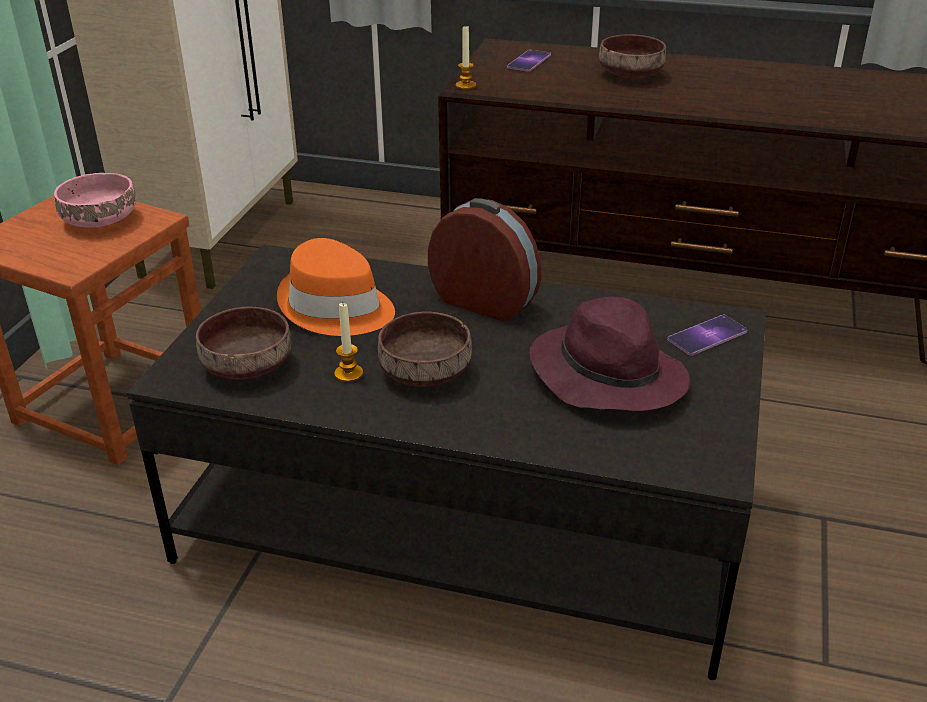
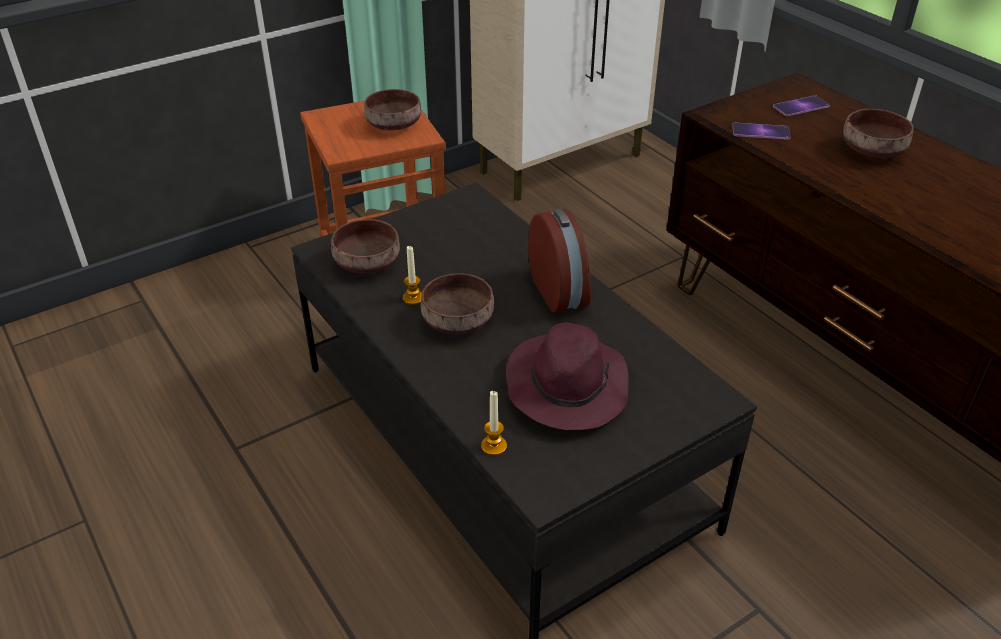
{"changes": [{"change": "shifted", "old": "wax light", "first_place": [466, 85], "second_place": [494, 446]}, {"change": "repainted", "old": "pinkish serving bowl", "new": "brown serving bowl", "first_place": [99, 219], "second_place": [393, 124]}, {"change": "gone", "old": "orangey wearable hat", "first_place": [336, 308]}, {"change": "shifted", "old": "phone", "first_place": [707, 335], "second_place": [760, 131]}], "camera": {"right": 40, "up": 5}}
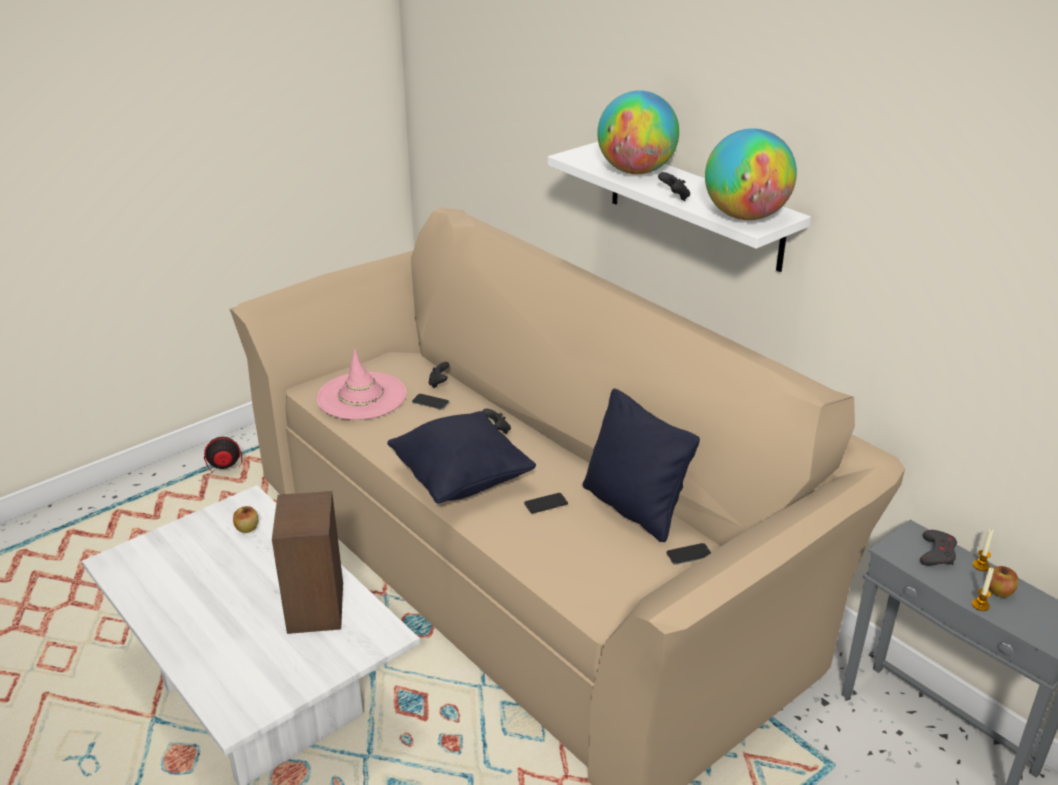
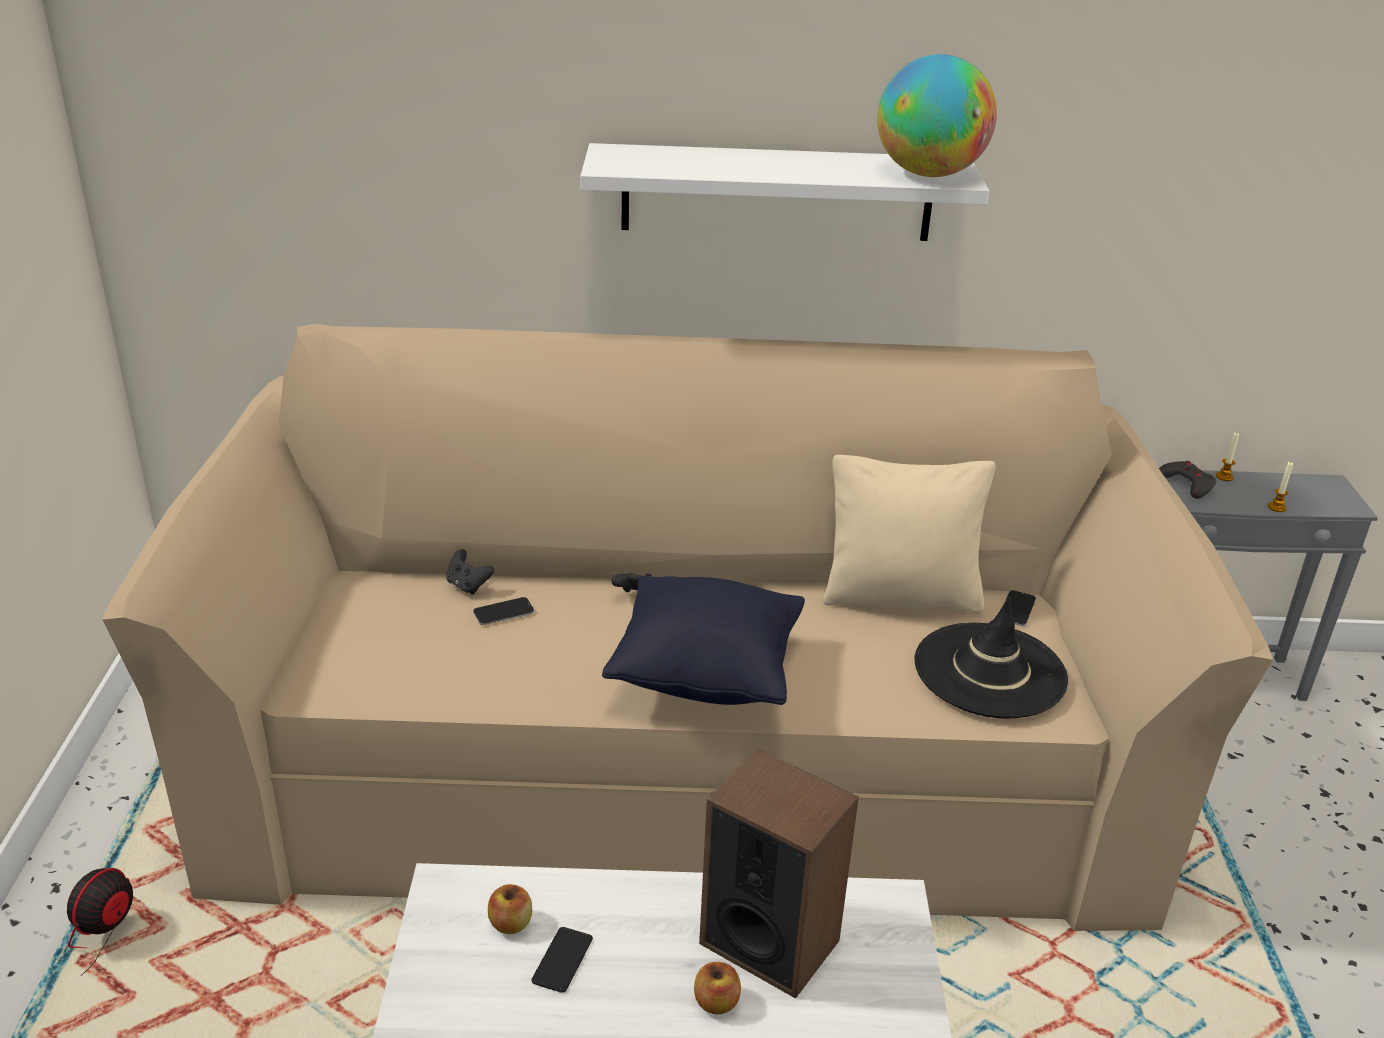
{"changes": [{"change": "gone", "old": "globe", "first_place": [635, 171]}, {"change": "gone", "old": "black-coloured joypad", "first_place": [674, 197]}, {"change": "gone", "old": "pinkish wearable hat", "first_place": [361, 396]}, {"change": "repainted", "old": "black-coloured throw pillow", "new": "beige-coloured throw pillow", "first_place": [634, 508], "second_place": [900, 596]}, {"change": "shifted", "old": "phone", "first_place": [546, 504], "second_place": [562, 960]}, {"change": "shifted", "old": "apple", "first_place": [999, 591], "second_place": [716, 1002]}, {"change": "new", "new": "black-coloured wearable hat", "second_place": [989, 671]}], "camera": {"right": -50, "up": 0}}
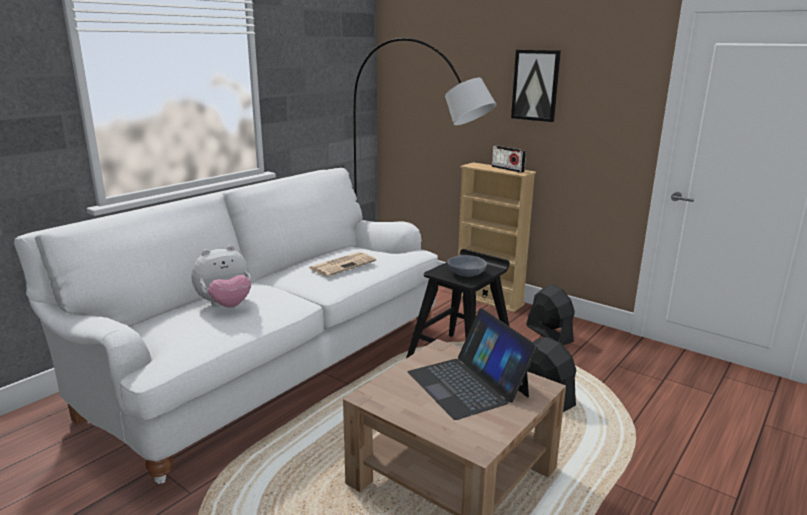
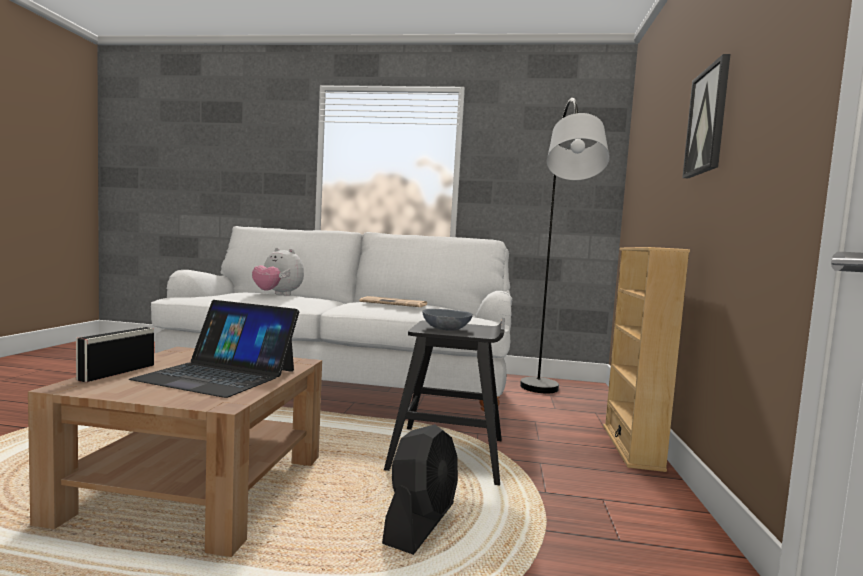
{"changes": [{"change": "shifted", "old": "radio receiver", "first_place": [507, 169], "second_place": [117, 372]}, {"change": "gone", "old": "black-coloured electric fan", "first_place": [549, 334]}, {"change": "rotated", "old": "portable computer", "first_place": [468, 384], "second_place": [218, 375], "degrees": -105}], "camera": {"right": 60, "up": -15}}
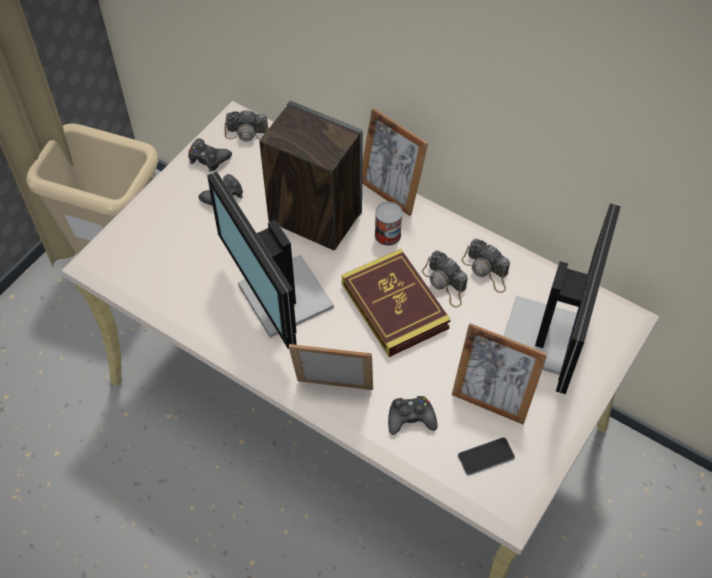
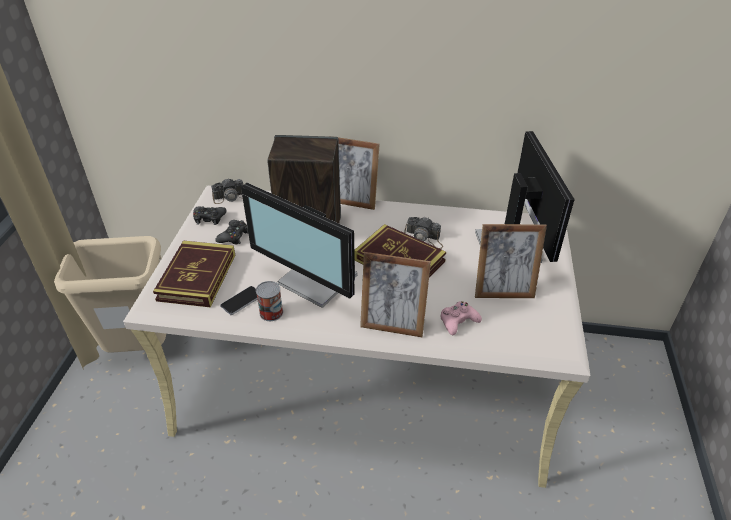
{"changes": [{"change": "shifted", "old": "sealed can", "first_place": [387, 235], "second_place": [271, 312]}, {"change": "gone", "old": "still camera", "first_place": [486, 270]}, {"change": "rotated", "old": "standing frame", "first_place": [333, 393], "second_place": [392, 325], "degrees": -150}, {"change": "repainted", "old": "black-coloured joypad", "new": "pinkish joypad", "first_place": [411, 418], "second_place": [458, 321]}, {"change": "shifted", "old": "phone", "first_place": [486, 456], "second_place": [241, 301]}, {"change": "new", "new": "book", "second_place": [197, 277]}], "camera": {"right": -25, "up": -15}}
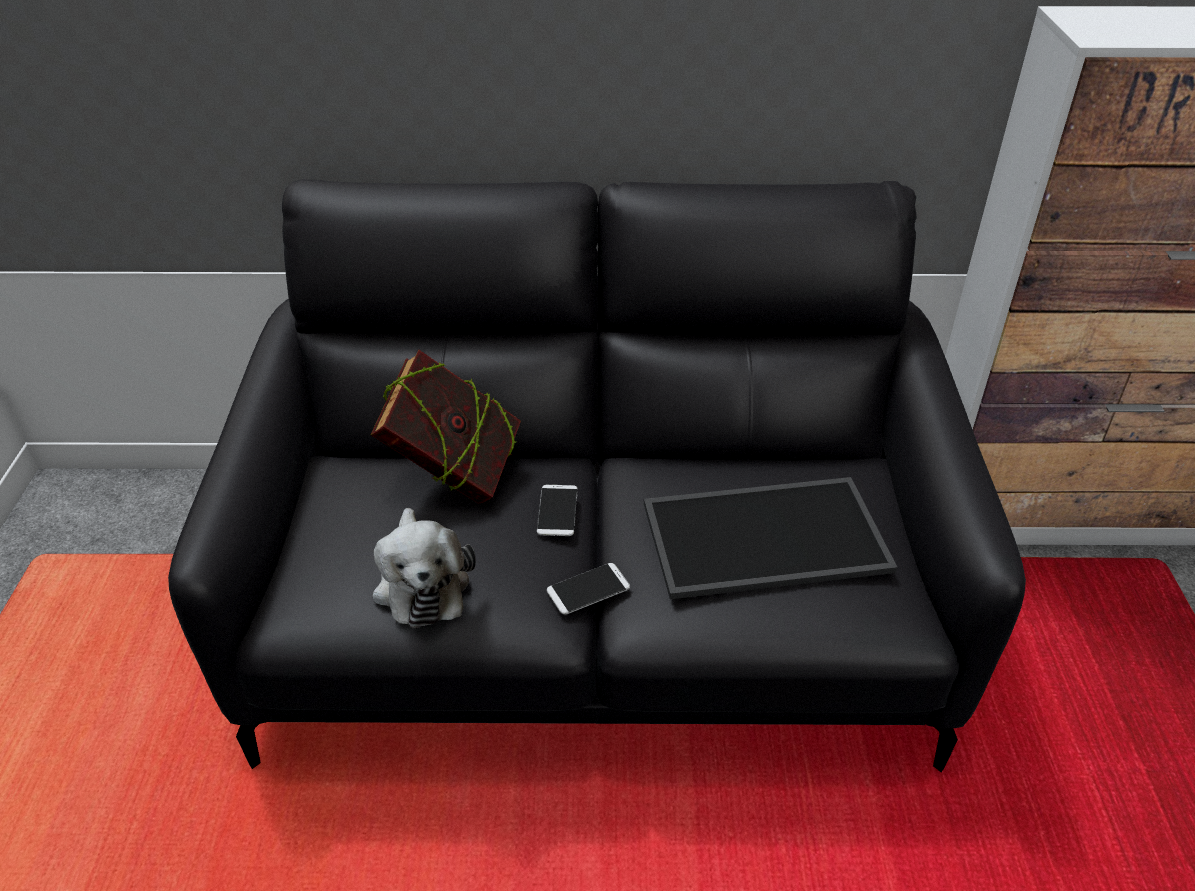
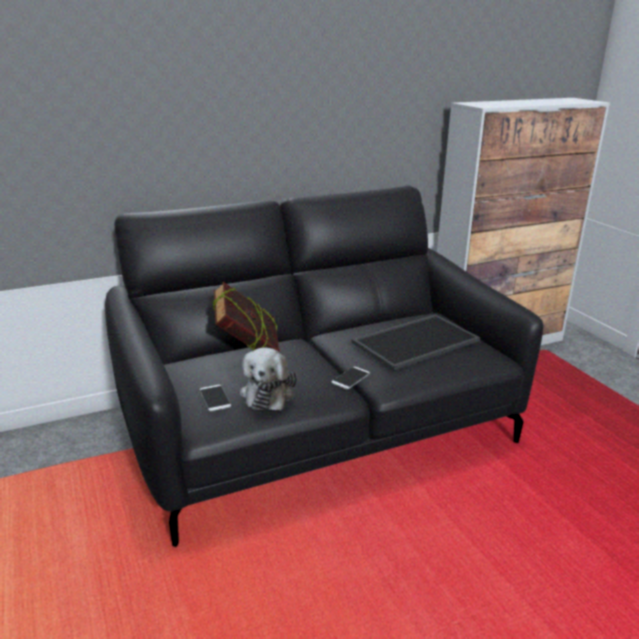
{"changes": [{"change": "shifted", "old": "phone", "first_place": [557, 511], "second_place": [215, 398]}, {"change": "rotated", "old": "soft toy", "first_place": [421, 583], "second_place": [268, 393], "degrees": 45}], "camera": {"right": -25, "up": -15}}
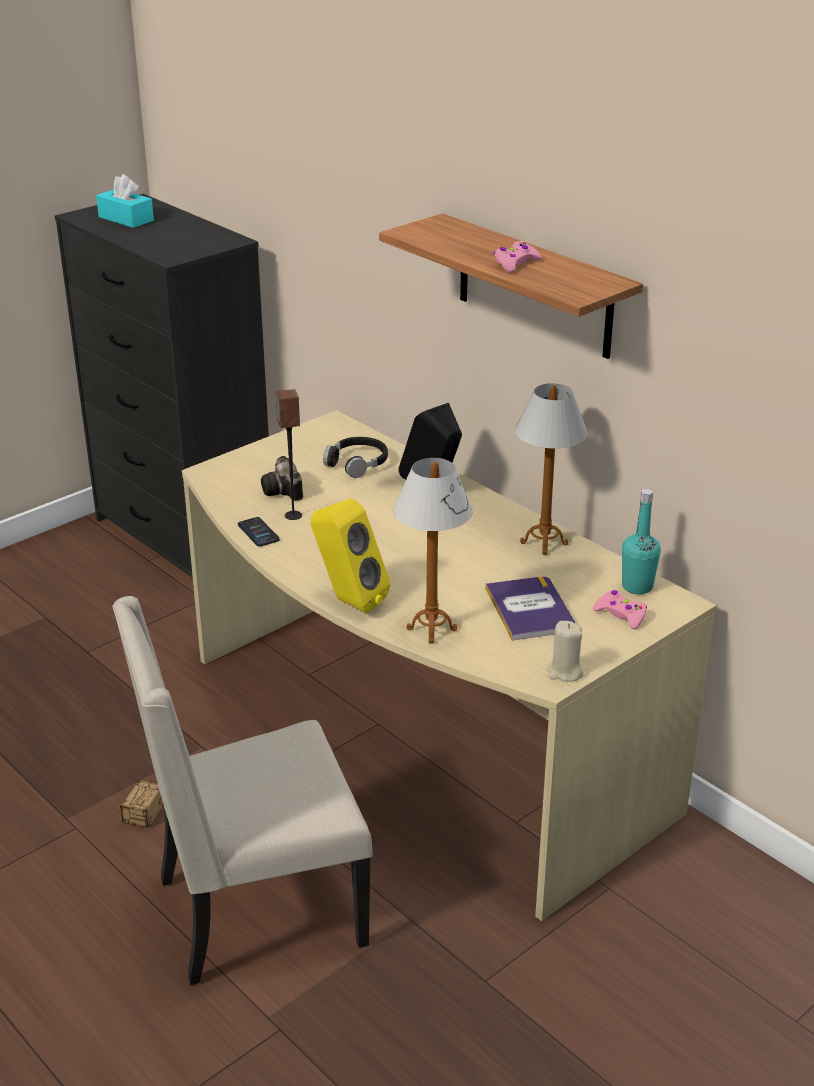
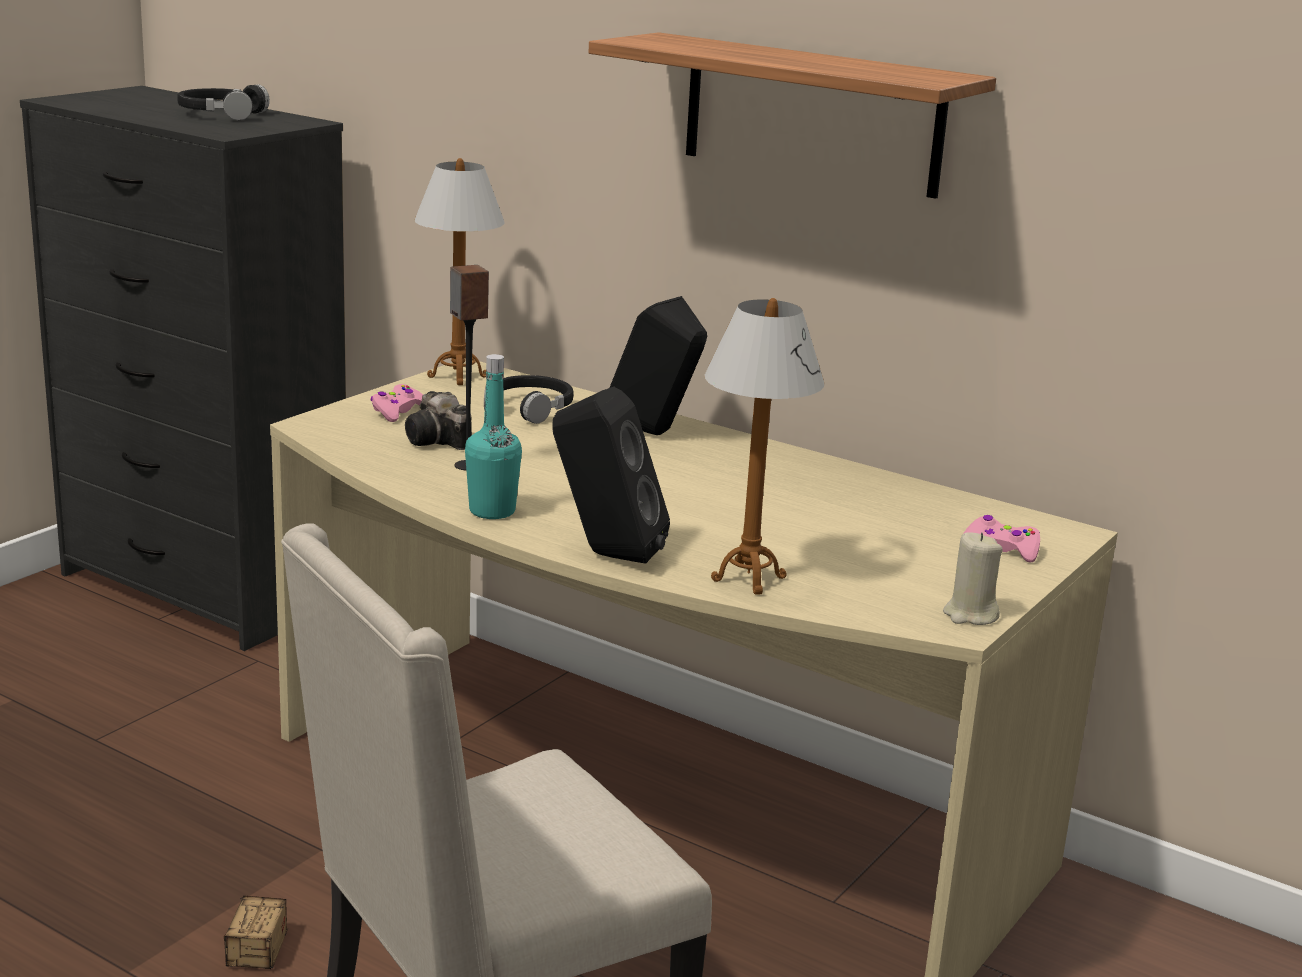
{"changes": [{"change": "gone", "old": "turquoise-coloured box of tissues", "first_place": [126, 219]}, {"change": "shifted", "old": "pinkish joypad", "first_place": [515, 263], "second_place": [398, 411]}, {"change": "shifted", "old": "lamp for a table", "first_place": [543, 543], "second_place": [457, 377]}, {"change": "shifted", "old": "turquoise-coloured beverage bottle", "first_place": [637, 586], "second_place": [492, 511]}, {"change": "repainted", "old": "yellow-coloured loudspeaker", "new": "black-coloured loudspeaker", "first_place": [348, 601], "second_place": [605, 555]}, {"change": "gone", "old": "phone", "first_place": [258, 533]}, {"change": "gone", "old": "book", "first_place": [530, 609]}, {"change": "new", "new": "black-coloured headphones", "second_place": [221, 114]}], "camera": {"right": -15, "up": -10}}
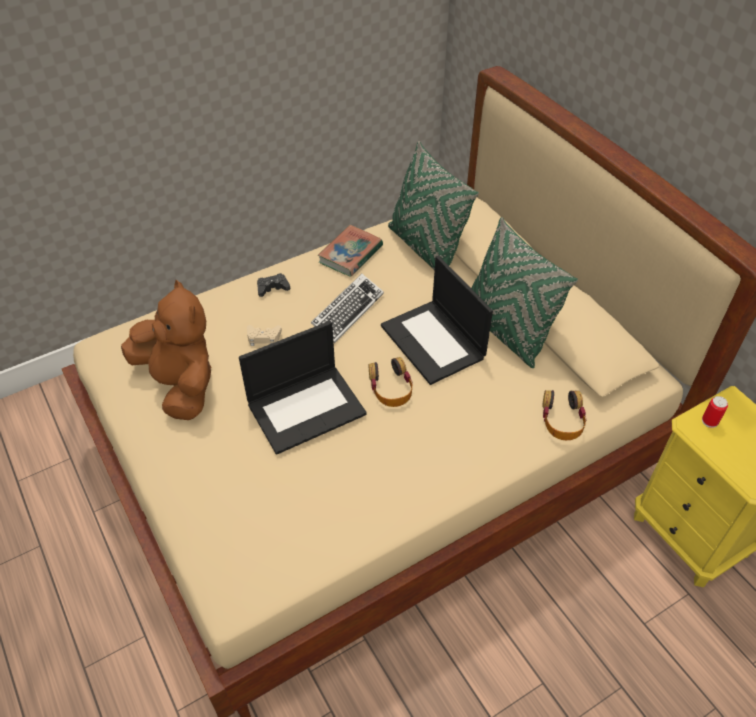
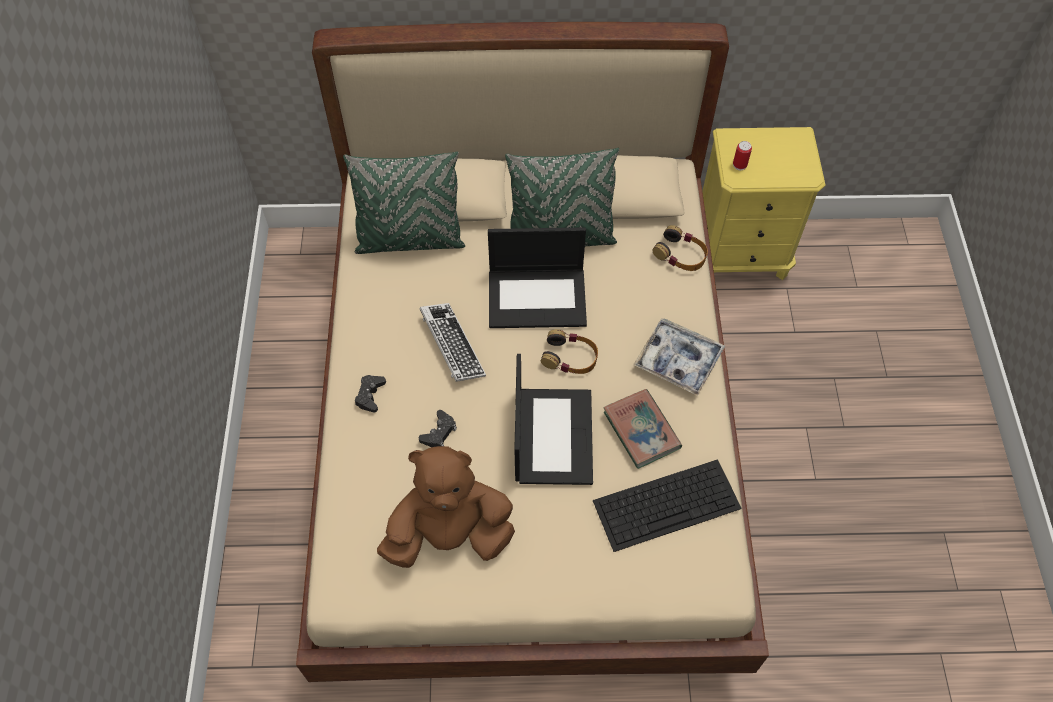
{"changes": [{"change": "shifted", "old": "book", "first_place": [350, 254], "second_place": [641, 430]}, {"change": "repainted", "old": "beige-coloured joypad", "new": "black-coloured joypad", "first_place": [263, 338], "second_place": [439, 433]}, {"change": "new", "new": "carrying tray", "second_place": [678, 361]}, {"change": "new", "new": "PC keyboard", "second_place": [667, 503]}], "camera": {"right": -60, "up": 10}}
